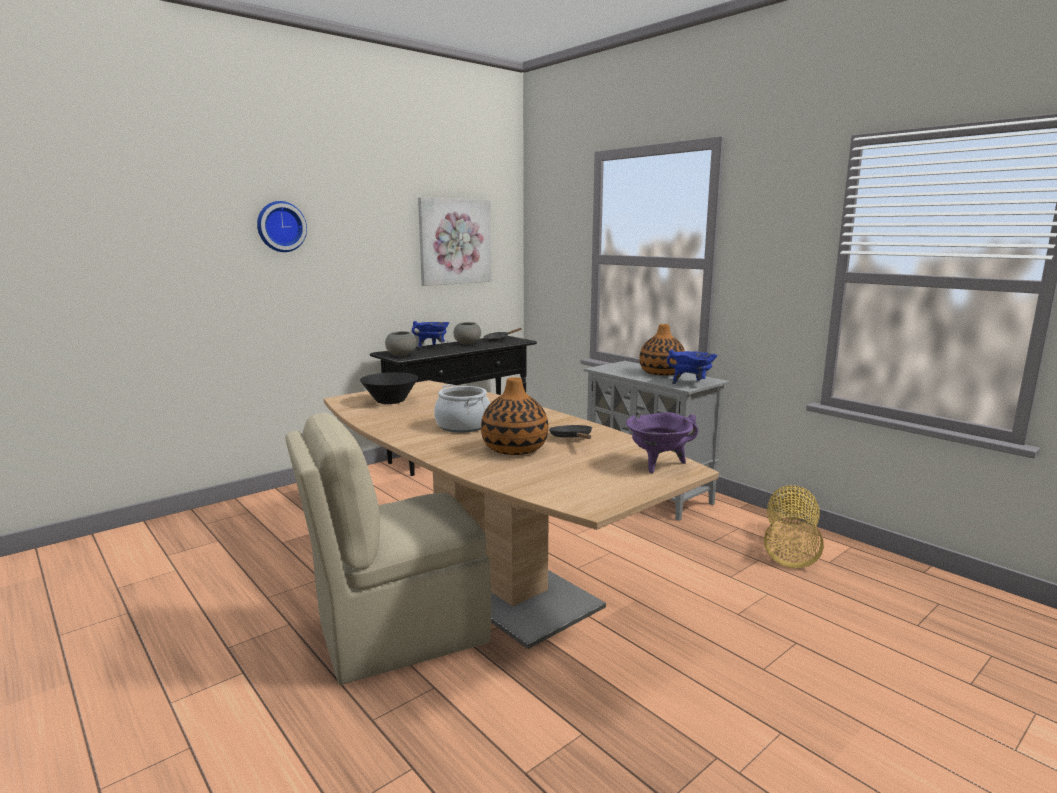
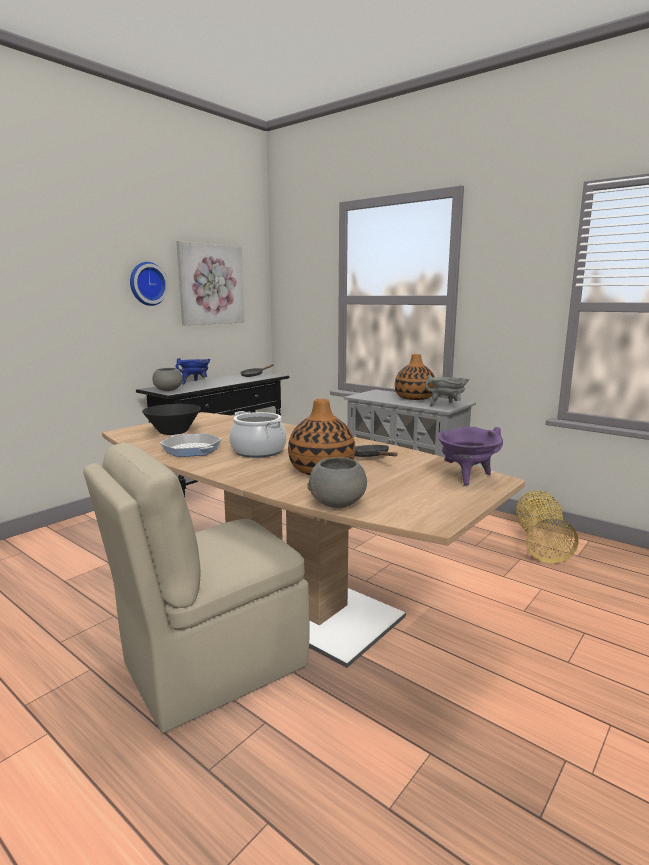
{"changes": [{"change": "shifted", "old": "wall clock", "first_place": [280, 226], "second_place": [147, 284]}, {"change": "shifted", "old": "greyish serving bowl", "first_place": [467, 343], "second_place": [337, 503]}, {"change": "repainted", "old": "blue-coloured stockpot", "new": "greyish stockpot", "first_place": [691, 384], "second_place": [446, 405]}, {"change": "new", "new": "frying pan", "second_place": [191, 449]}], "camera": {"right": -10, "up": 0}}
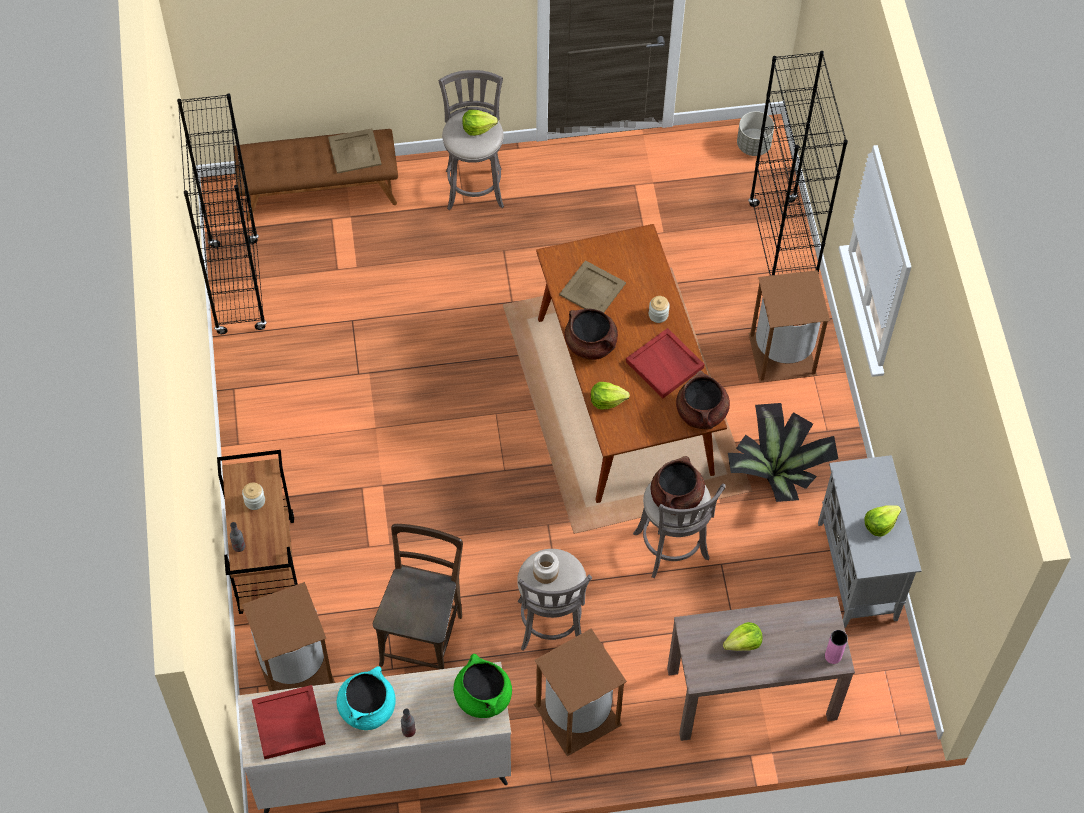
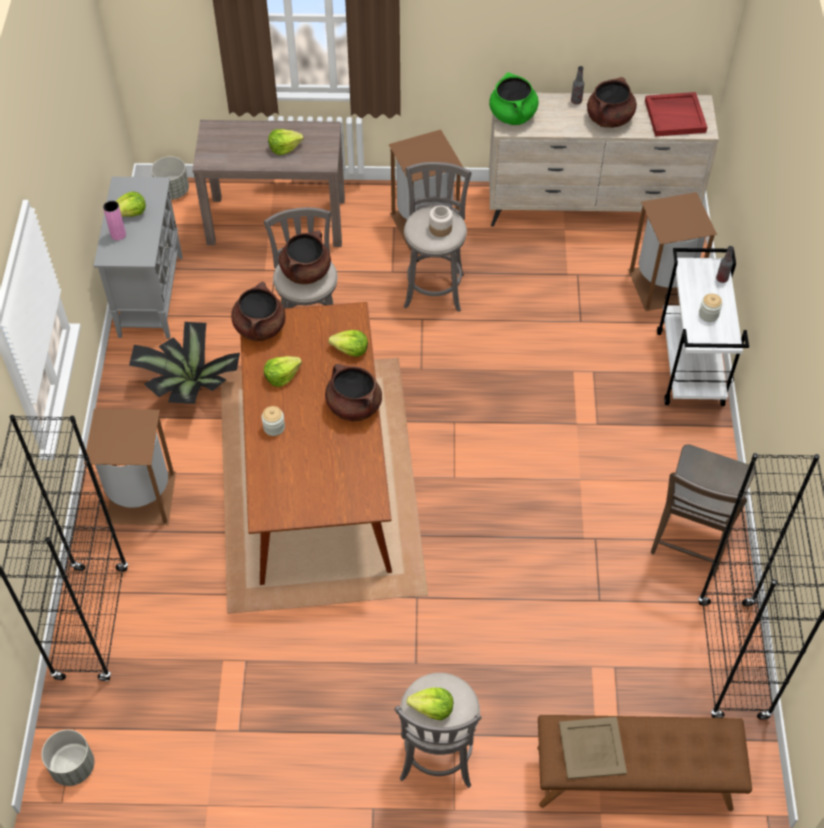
{"changes": [{"change": "gone", "old": "beige-coloured carrying tray", "first_place": [592, 289]}, {"change": "swapped", "old": "reddish carrying tray", "new": "lettuce", "first_place": [665, 365], "second_place": [282, 376]}, {"change": "repainted", "old": "brown cart", "new": "white cart", "first_place": [266, 564], "second_place": [690, 369]}, {"change": "shifted", "old": "brown plain chair", "first_place": [423, 635], "second_place": [690, 539]}, {"change": "shifted", "old": "pinkish vase", "first_place": [833, 656], "second_place": [118, 235]}, {"change": "repainted", "old": "turquoise-coloured stockpot", "new": "brown stockpot", "first_place": [367, 708], "second_place": [609, 119]}, {"change": "new", "new": "greyish plant pot", "second_place": [173, 191]}], "camera": {"right": -170, "up": -5}}
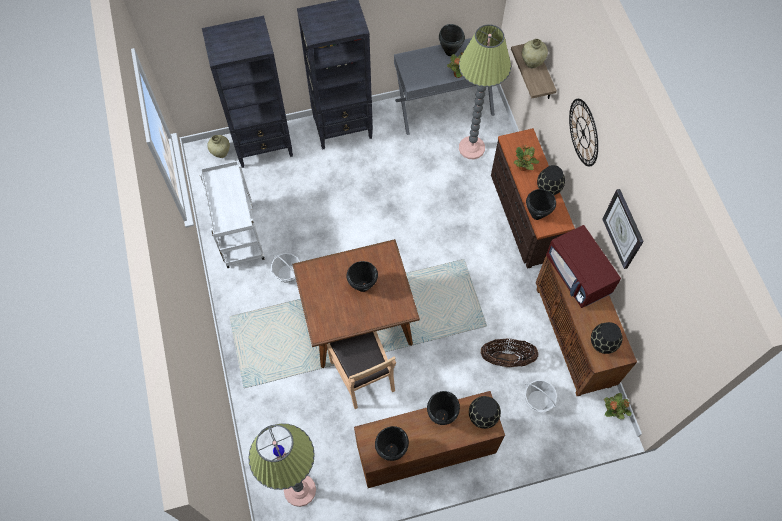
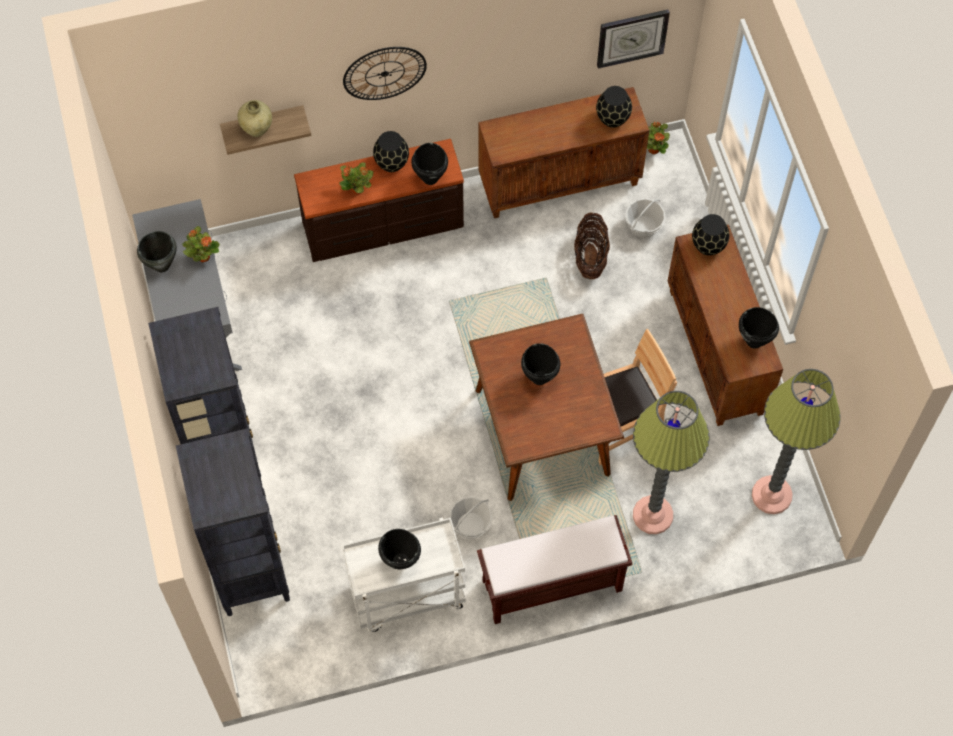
{"changes": [{"change": "shifted", "old": "standard lamp", "first_place": [471, 148], "second_place": [652, 515]}, {"change": "gone", "old": "beige-coloured vase", "first_place": [221, 153]}, {"change": "shifted", "old": "wall clock", "first_place": [623, 229], "second_place": [632, 37]}, {"change": "gone", "old": "reddish microwave oven", "first_place": [578, 275]}, {"change": "shifted", "old": "black-coloured stockpot", "first_place": [442, 415], "second_place": [400, 560]}, {"change": "new", "new": "brown indoor bench", "second_place": [550, 586]}], "camera": {"right": -90, "up": 0}}
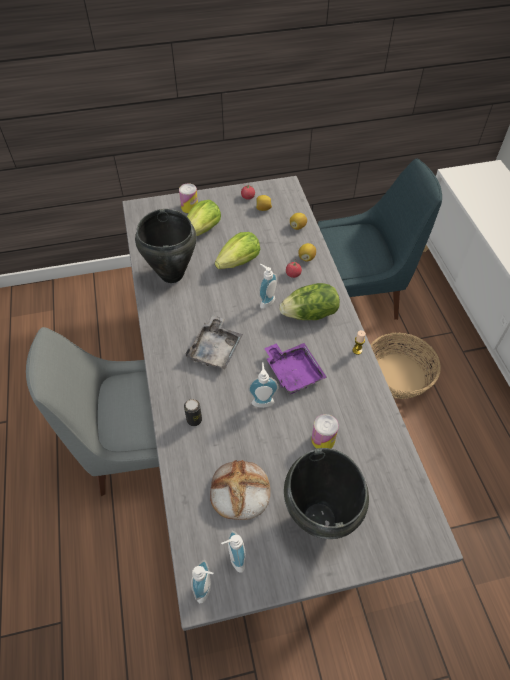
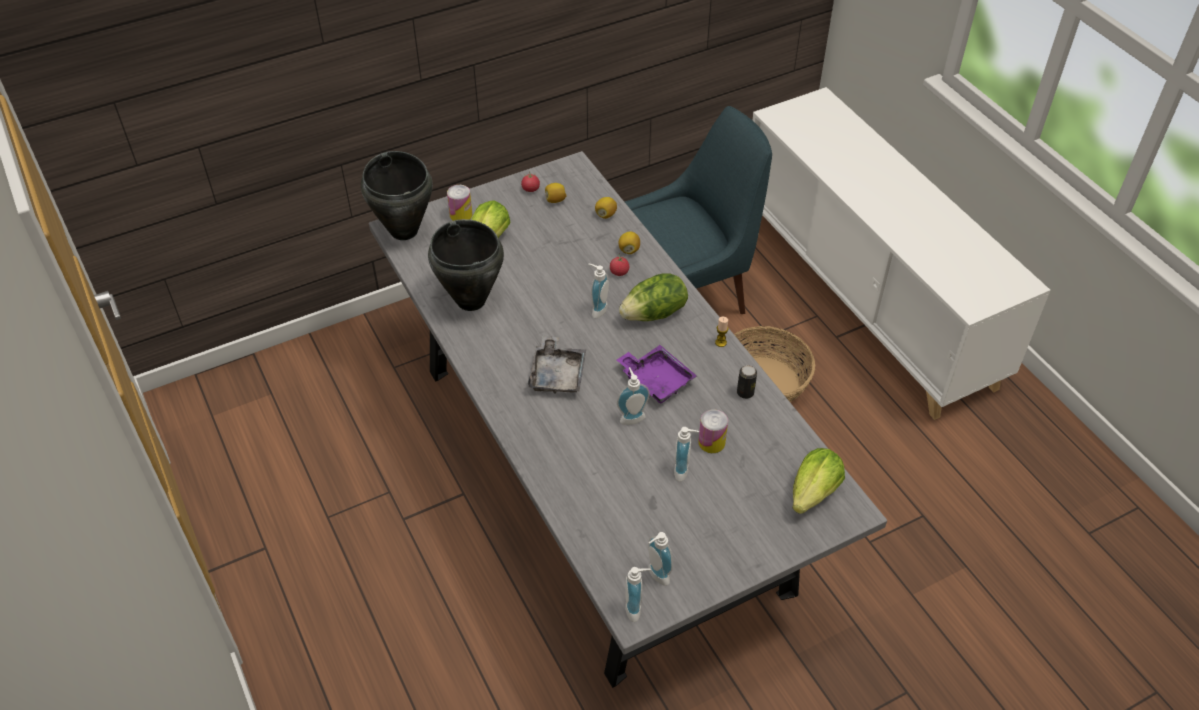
{"changes": [{"change": "shifted", "old": "lettuce", "first_place": [239, 262], "second_place": [814, 493]}, {"change": "gone", "old": "greyish plain chair", "first_place": [135, 449]}, {"change": "shifted", "old": "sealed can", "first_place": [194, 420], "second_place": [745, 393]}, {"change": "shifted", "old": "black-coloured stockpot", "first_place": [319, 518], "second_place": [404, 230]}, {"change": "gone", "old": "bread", "first_place": [239, 492]}, {"change": "new", "new": "soap dispenser", "second_place": [684, 471]}], "camera": {"right": -15, "up": -5}}
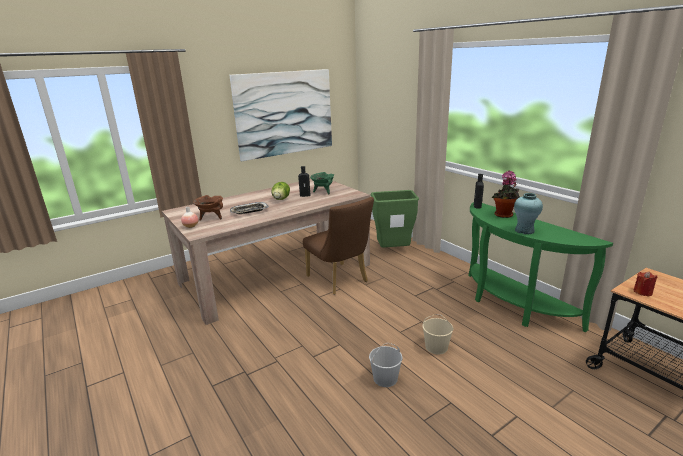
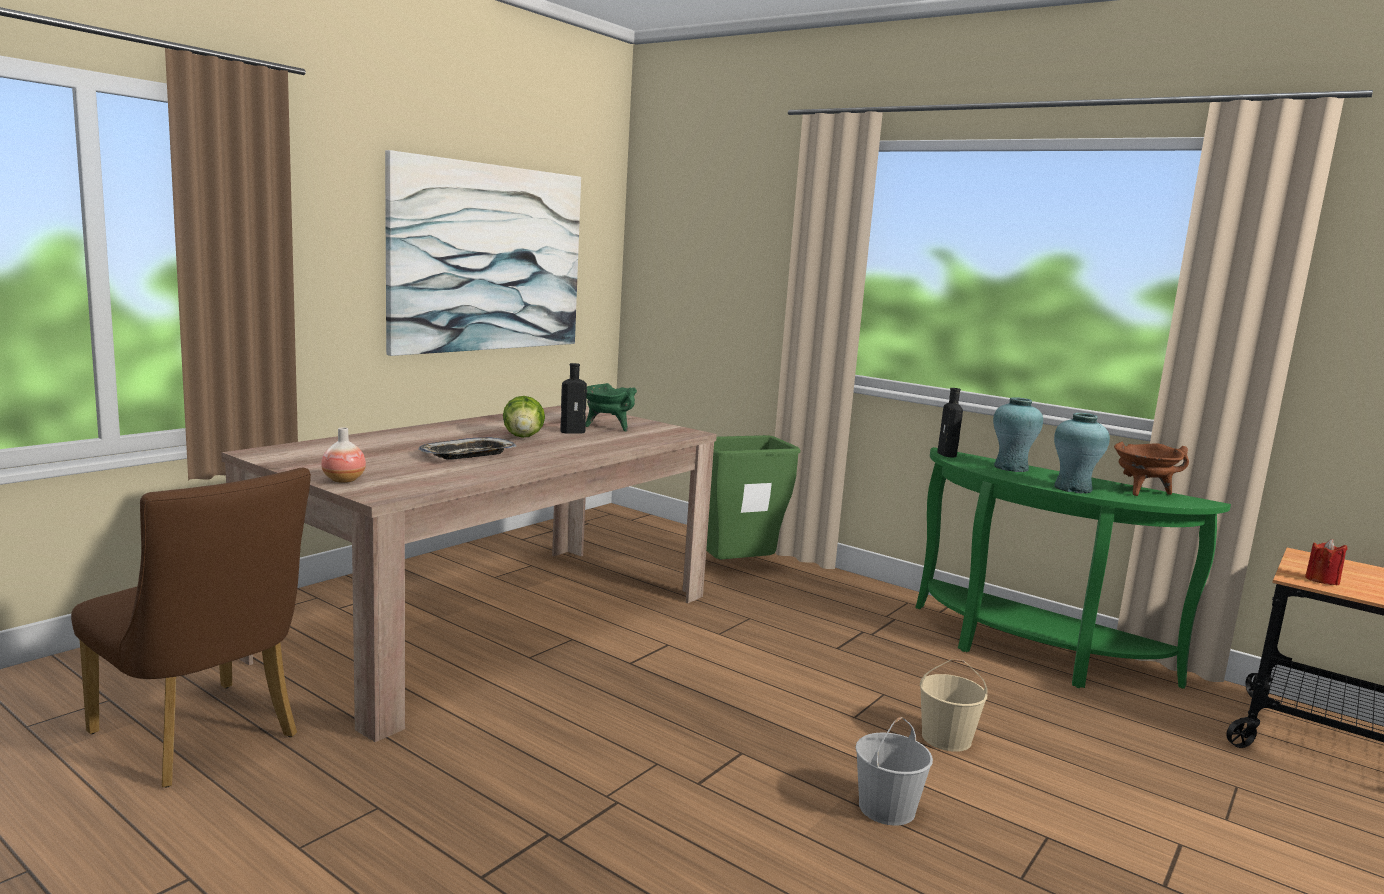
{"changes": [{"change": "swapped", "old": "plant in a pot", "new": "turquoise-coloured vase", "first_place": [504, 215], "second_place": [1010, 468]}, {"change": "shifted", "old": "brown stockpot", "first_place": [211, 218], "second_place": [1142, 492]}, {"change": "shifted", "old": "brown plain chair", "first_place": [340, 280], "second_place": [203, 739]}], "camera": {"right": -20, "up": -10}}
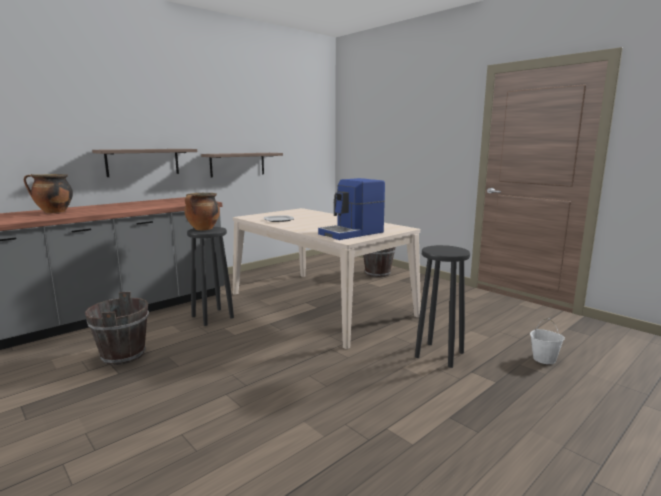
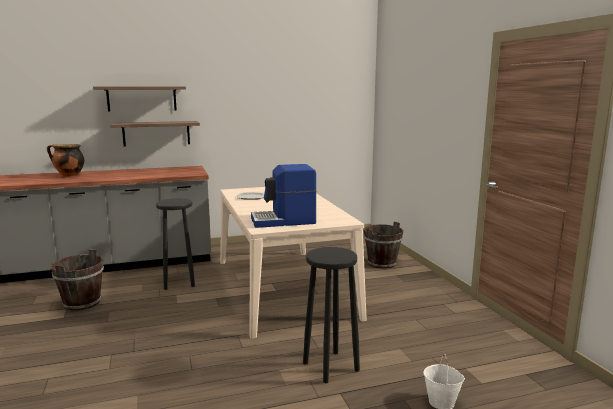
{"changes": [{"change": "shifted", "old": "shelf", "first_place": [237, 164], "second_place": [142, 98]}, {"change": "gone", "old": "stockpot", "first_place": [203, 229]}], "camera": {"right": 25, "up": 0}}
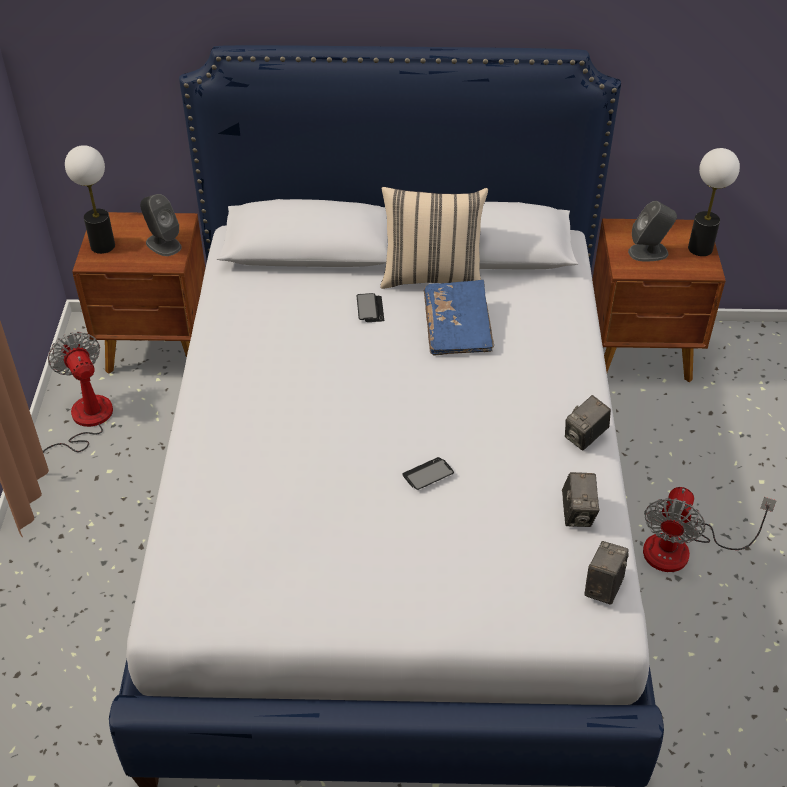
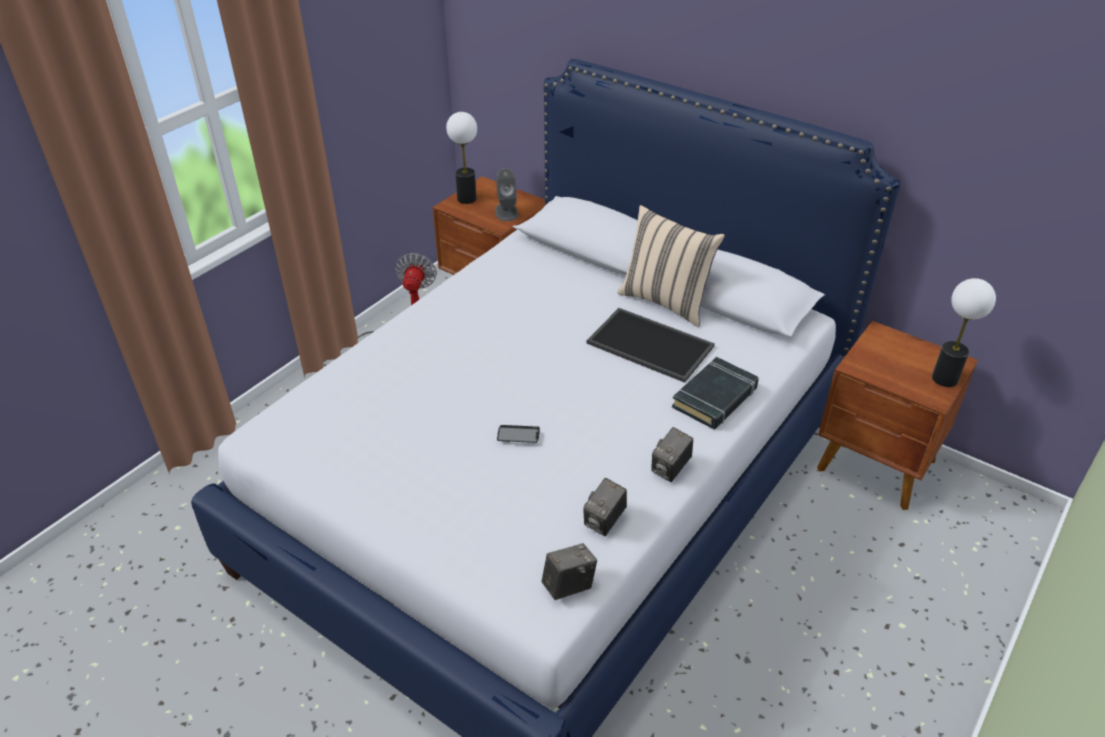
{"changes": [{"change": "gone", "old": "greyish loudspeaker", "first_place": [649, 252]}, {"change": "swapped", "old": "blue-coloured book", "new": "carrying tray", "first_place": [457, 329], "second_place": [648, 345]}, {"change": "gone", "old": "phone", "first_place": [370, 309]}, {"change": "rotated", "old": "still camera", "first_place": [585, 437], "second_place": [670, 469], "degrees": -45}, {"change": "gone", "old": "electric fan", "first_place": [682, 549]}, {"change": "new", "new": "black-coloured book", "second_place": [715, 398]}], "camera": {"right": 35, "up": -5}}
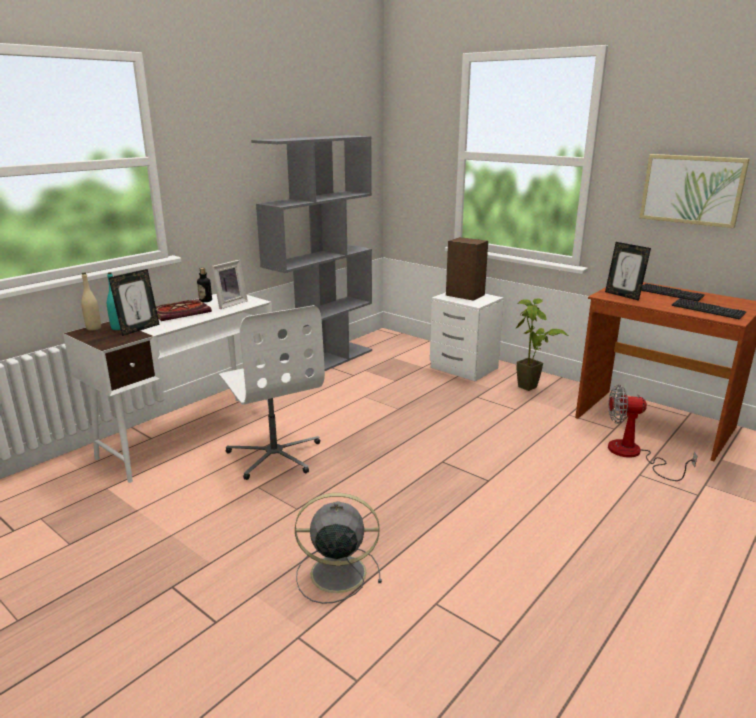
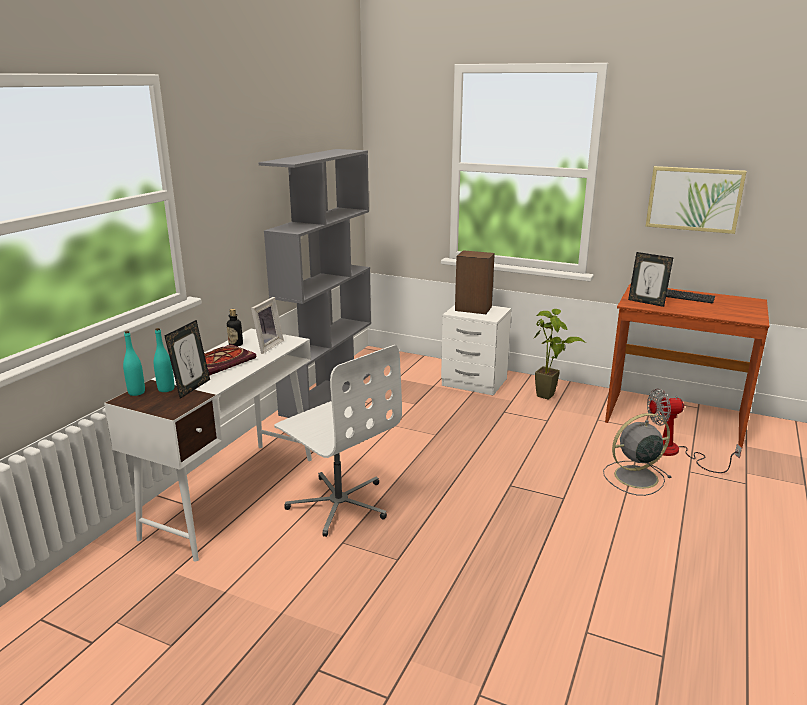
{"changes": [{"change": "repainted", "old": "beige-coloured beverage bottle", "new": "turquoise-coloured beverage bottle", "first_place": [93, 328], "second_place": [136, 392]}, {"change": "gone", "old": "PC keyboard", "first_place": [707, 310]}, {"change": "shifted", "old": "greyish electric fan", "first_place": [335, 573], "second_place": [634, 477]}], "camera": {"right": -15, "up": 0}}
